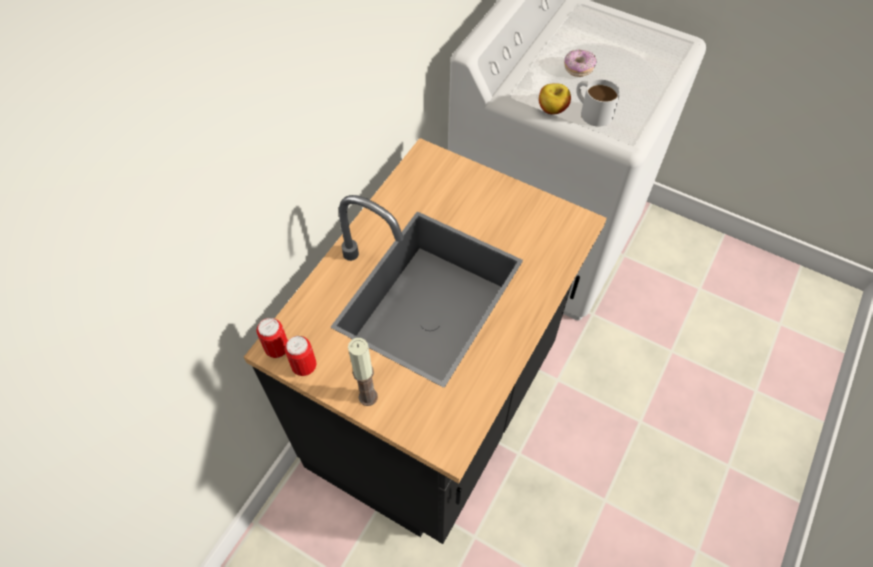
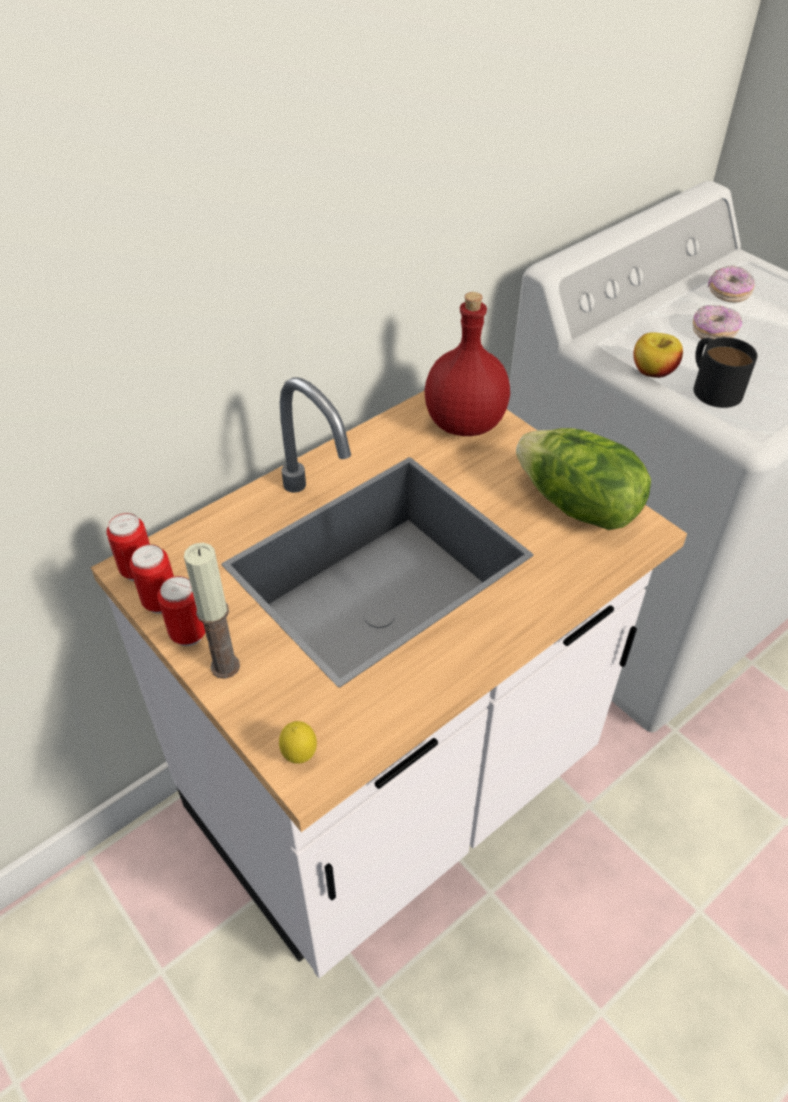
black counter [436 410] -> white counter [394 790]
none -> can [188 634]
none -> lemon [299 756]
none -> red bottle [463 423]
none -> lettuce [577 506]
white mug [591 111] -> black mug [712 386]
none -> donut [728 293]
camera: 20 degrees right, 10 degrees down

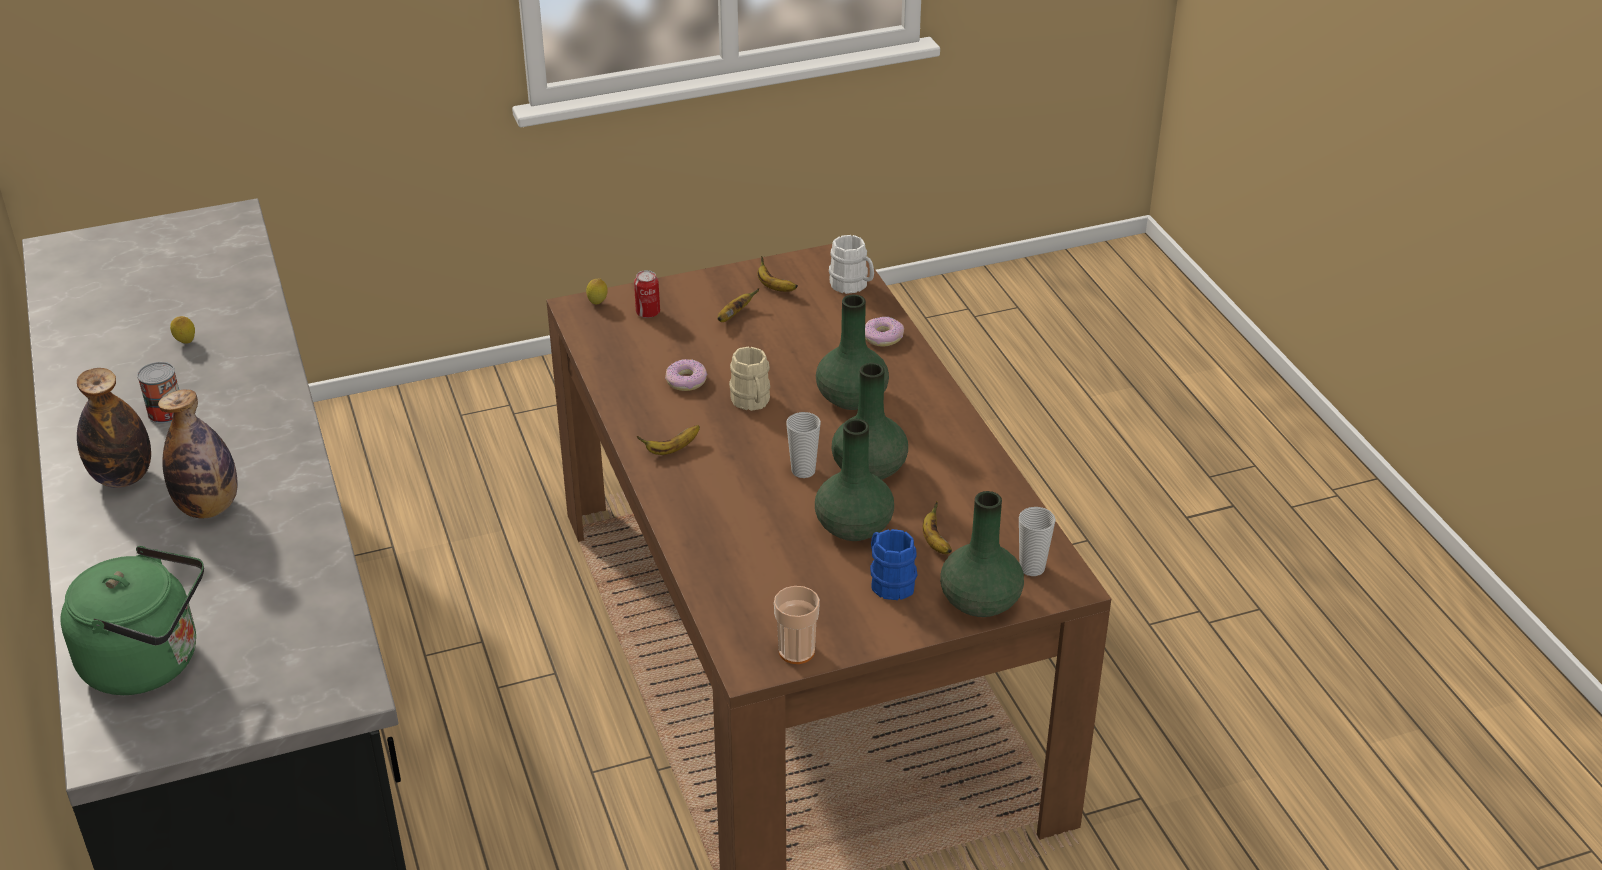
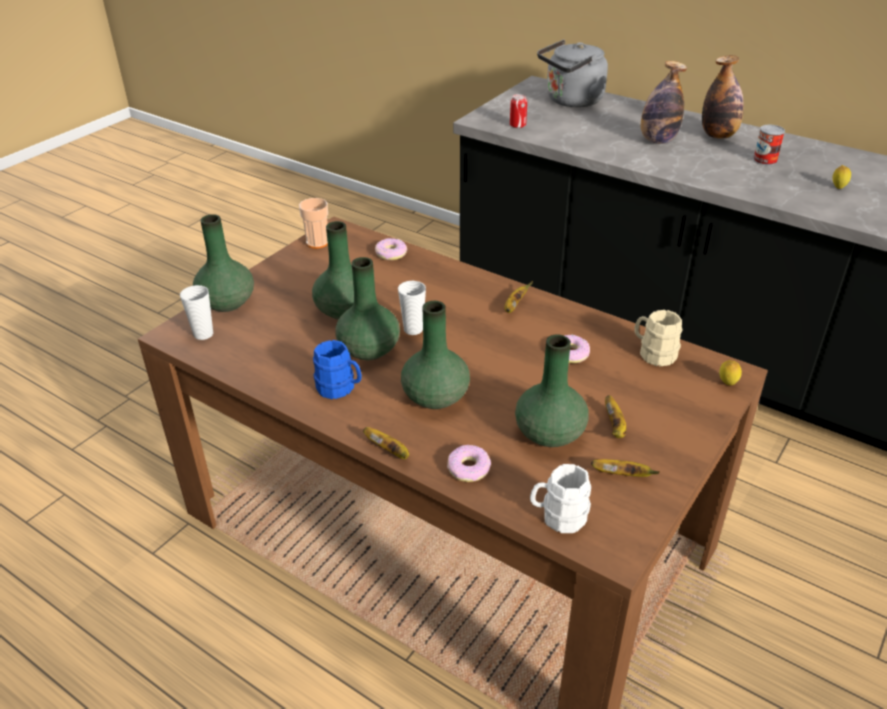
blue mug [889 581] -> blue mug [340 389], shifted
banana [935 542] -> banana [389 451], shifted
none -> donut [391 254]
can [648 312] -> can [517 125], shifted
none -> green vase [550 433]
green kettle [149 662] -> grey kettle [571 101]
beige mug [751 402] -> beige mug [653 354], shifted
camera: 145 degrees right, 0 degrees up

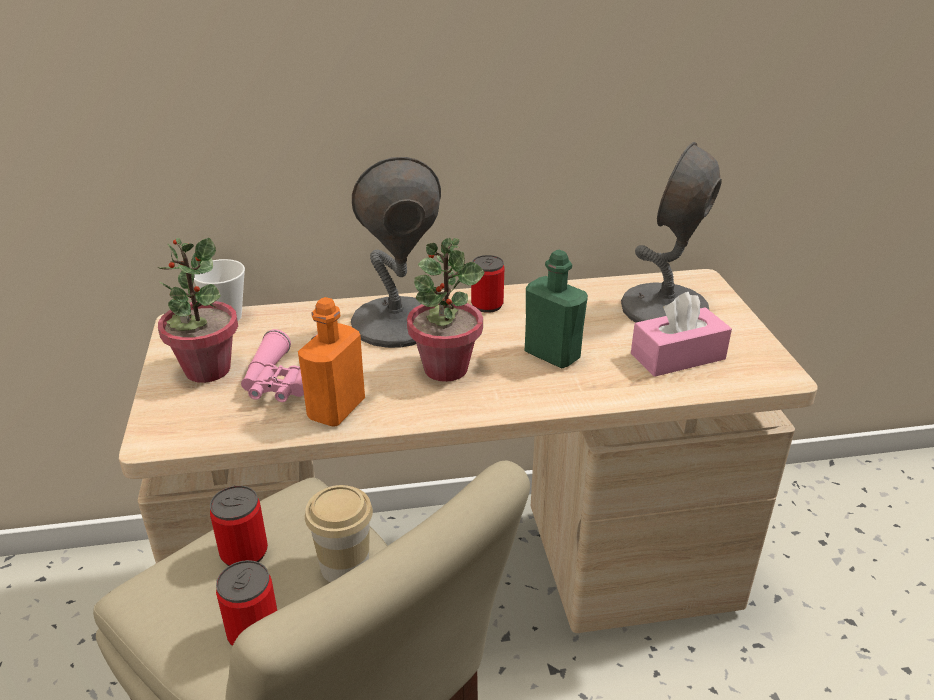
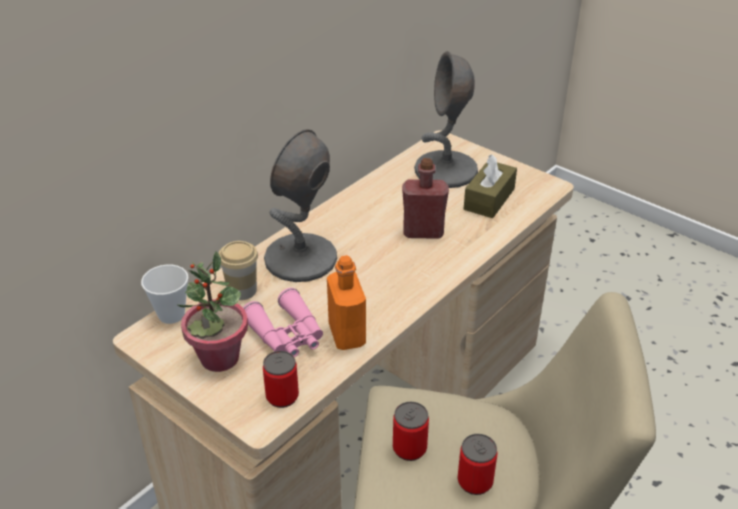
cup [344 566] -> cup [242 290], shifted
can [487 305] -> can [282 396], shifted
green bottle [552 355] -> red bottle [423 232]
pink tissue box [677 356] -> brown tissue box [489 199]
potted plant [445 368] -> none
camera: 40 degrees left, 5 degrees up

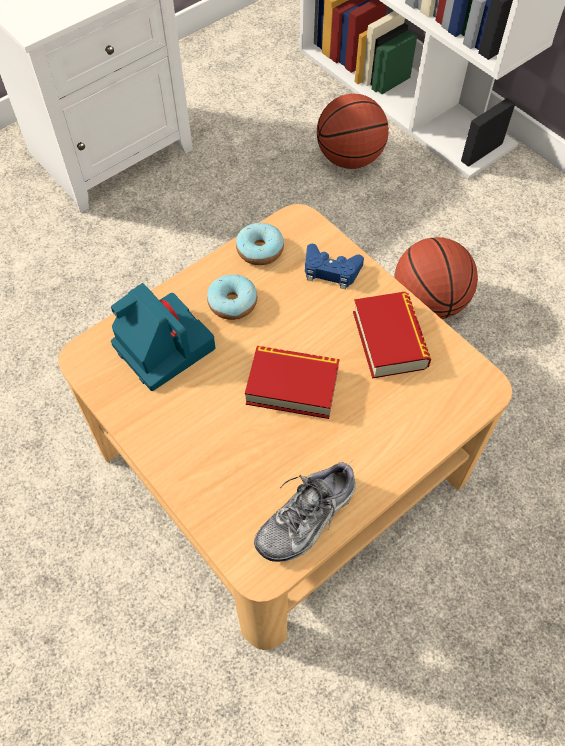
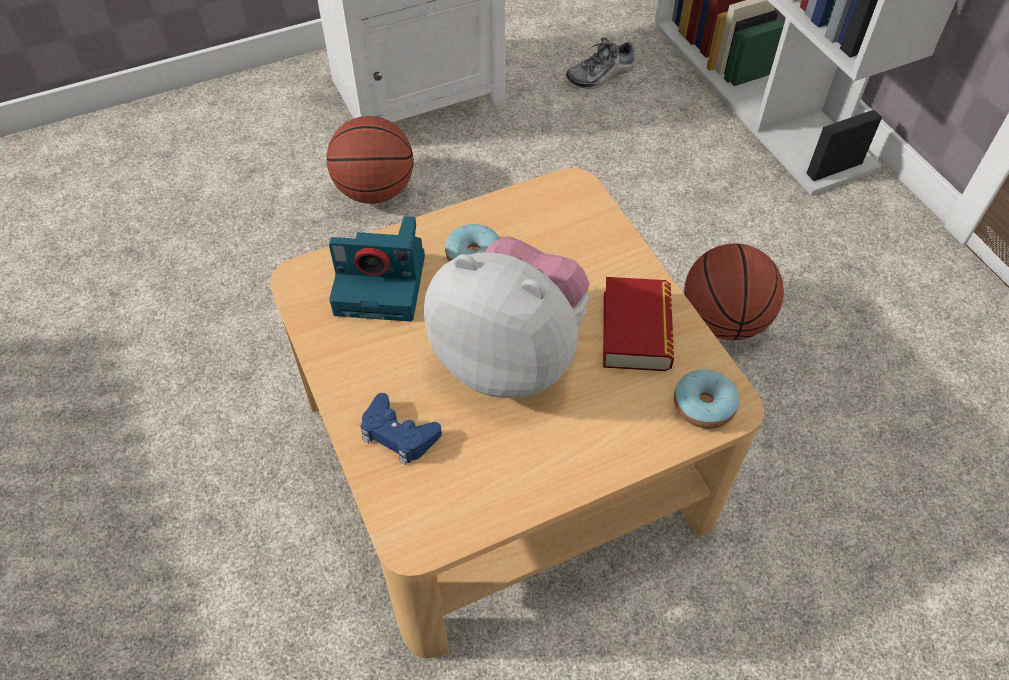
basketball [349 158] -> basketball [375 191], shifted
photo camera [161 345] -> photo camera [383 284], 120 degrees clockwise
blue game controller [331 270] -> blue game controller [398 434], shifted
book [292 386] -> plush toy [510 356]
shoe [307 517] -> shoe [600 75], shifted
donut [260 250] -> donut [703 405], shifted
camera: 15 degrees right, 5 degrees down

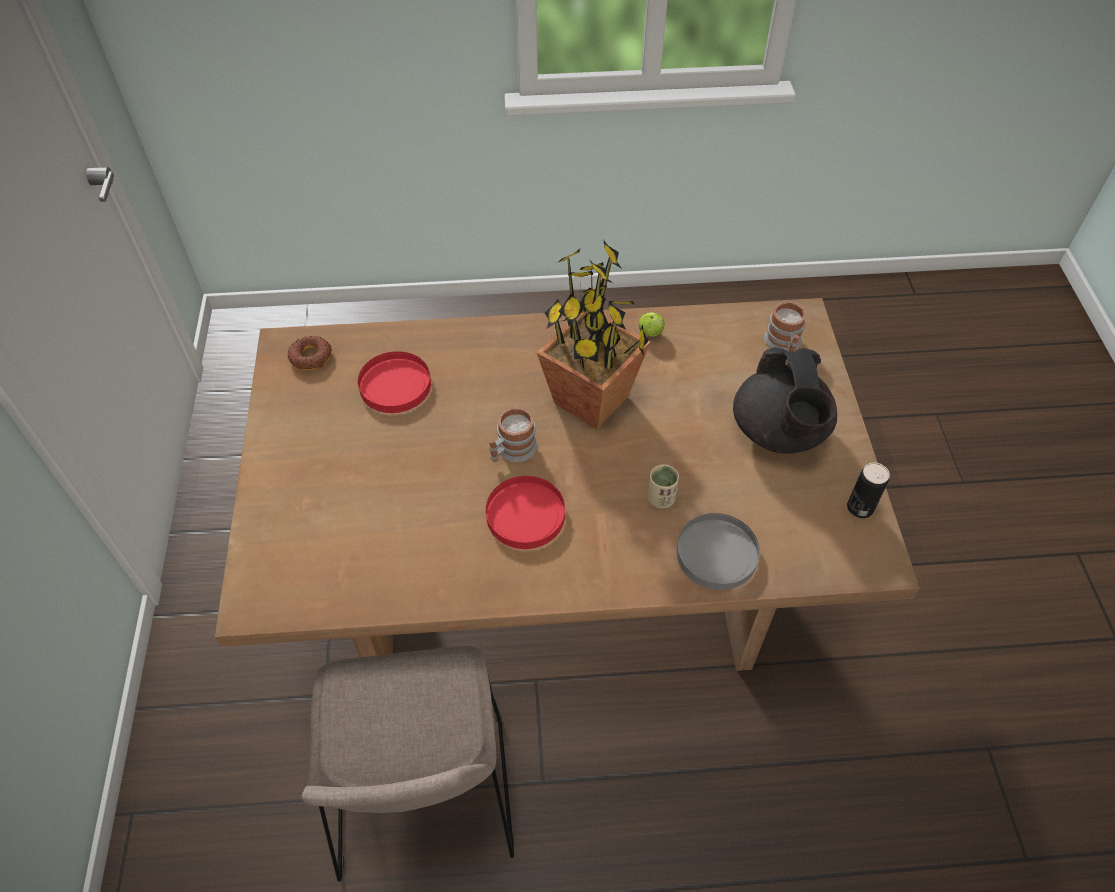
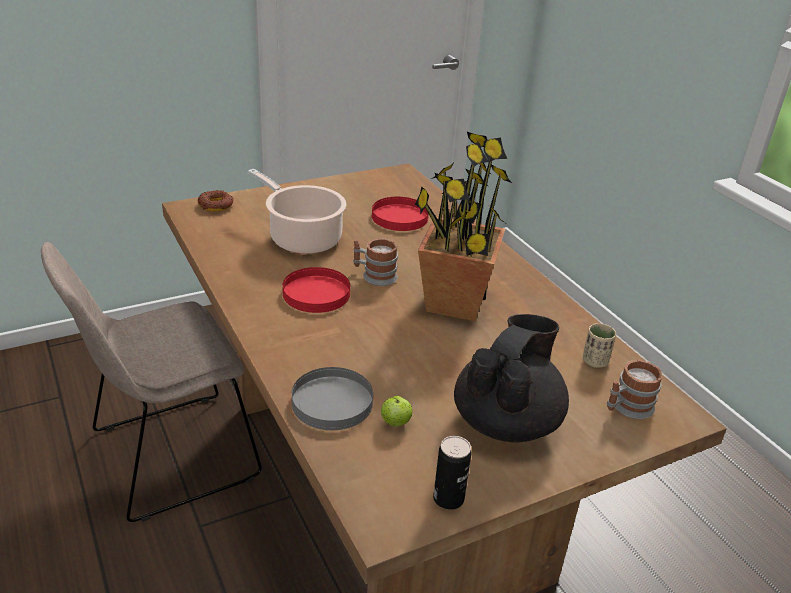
donut [311 357] -> donut [216 205], shifted
none -> cooking pot [302 238]
apple [650 333] -> apple [395 423], shifted
black teapot [779 432] -> black teapot [506 421], 150 degrees clockwise
beige cup [661 498] -> beige cup [594 361], shifted
camera: 65 degrees right, 20 degrees down

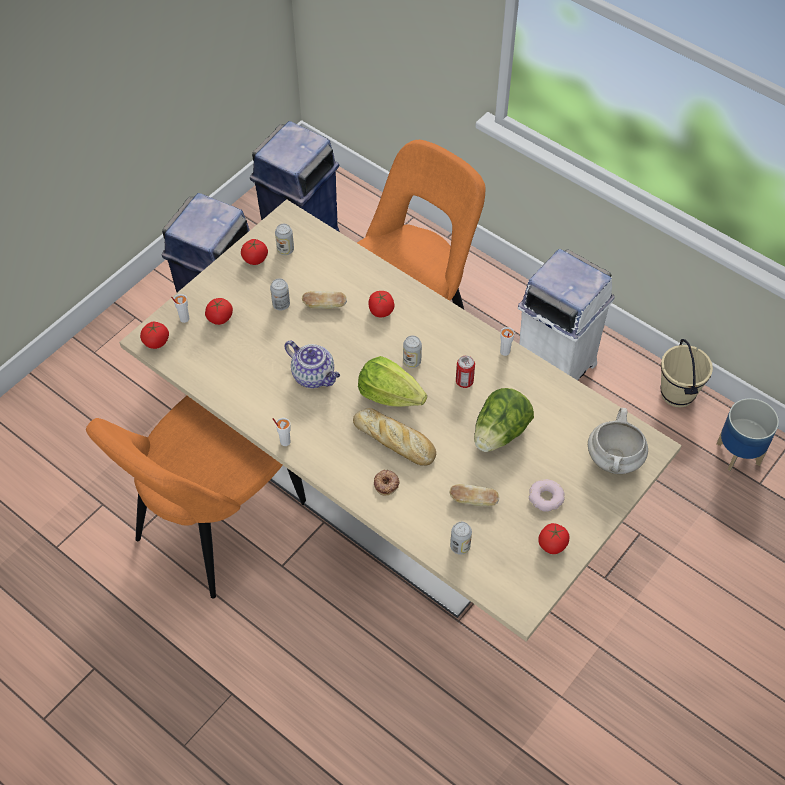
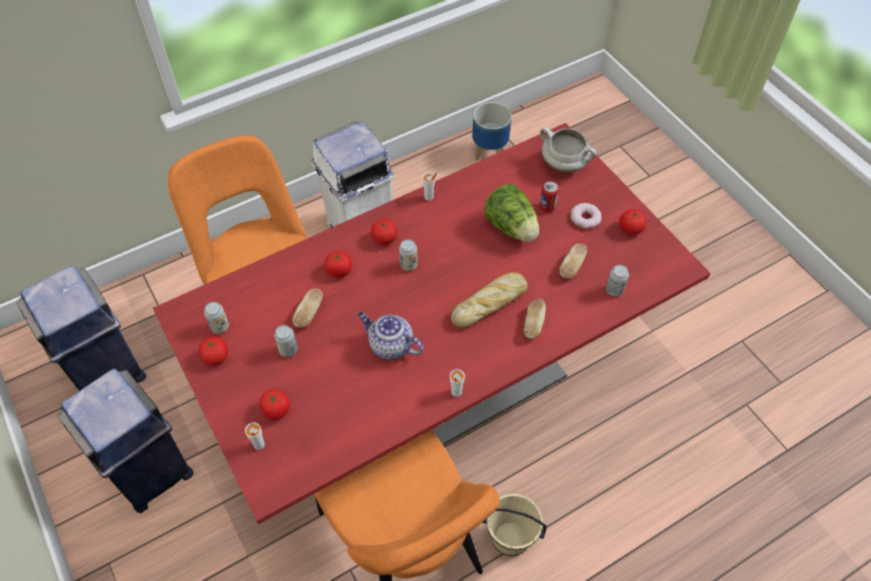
beige dining table [392 498] -> red dining table [435 388]
teapot [314 376] -> teapot [390 346], 120 degrees counterclockwise
tomato [156 342] -> tomato [384 238], shifted
beige bucket [678 394] -> beige bucket [510 538], shifted
donut [386 483] -> bread [533 324]
can [464 381] -> can [547 207], shifted
lettuce [389 395] -> none
camera: 70 degrees left, 0 degrees up

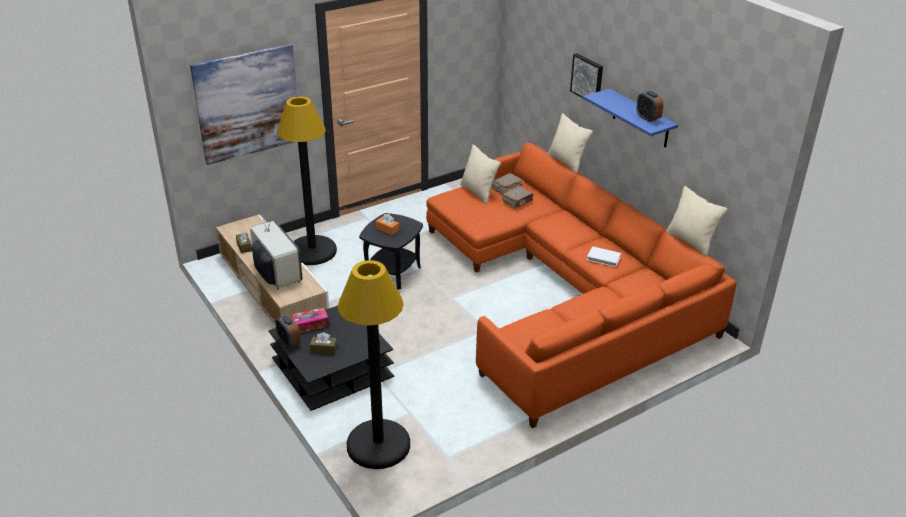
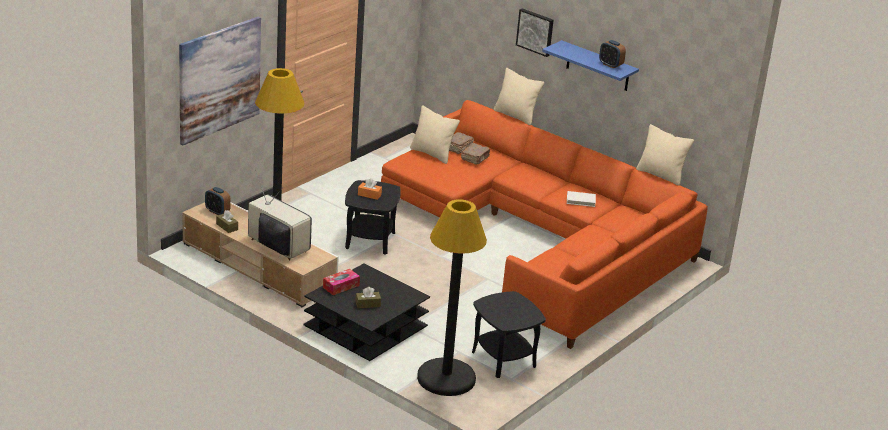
alarm clock [289 342] -> alarm clock [217 212], shifted
none -> black side table [504 359]
camera: 20 degrees left, 5 degrees down

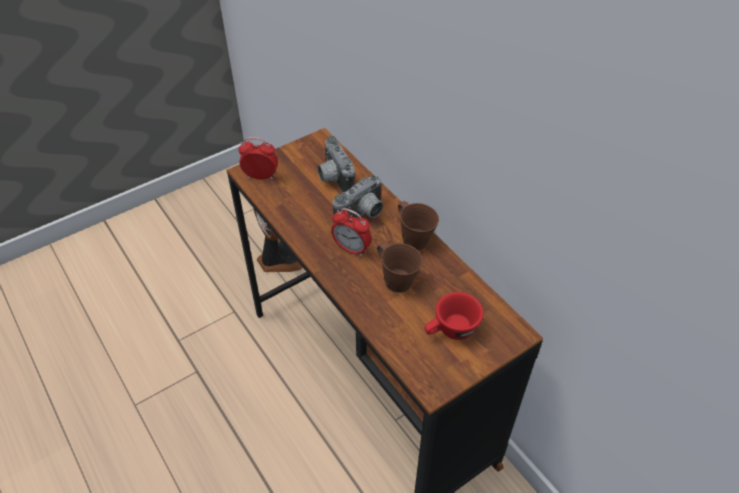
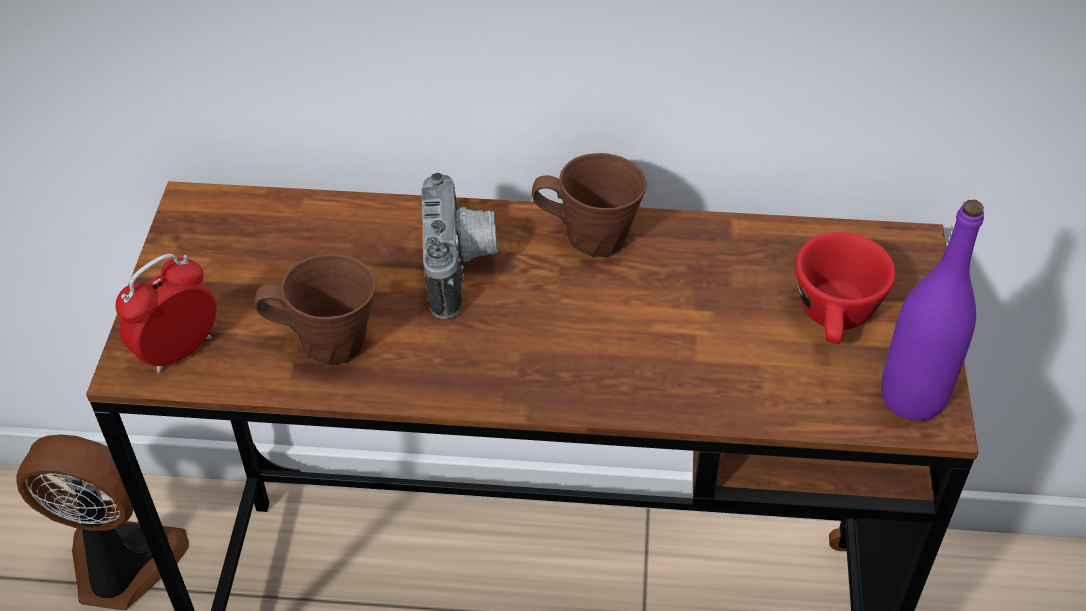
brown mug [397 280] -> brown mug [329 341], shifted
none -> purple bottle [912 397]
photo camera [333 178] -> none
alarm clock [351 249] -> none
camera: 50 degrees left, 0 degrees up

